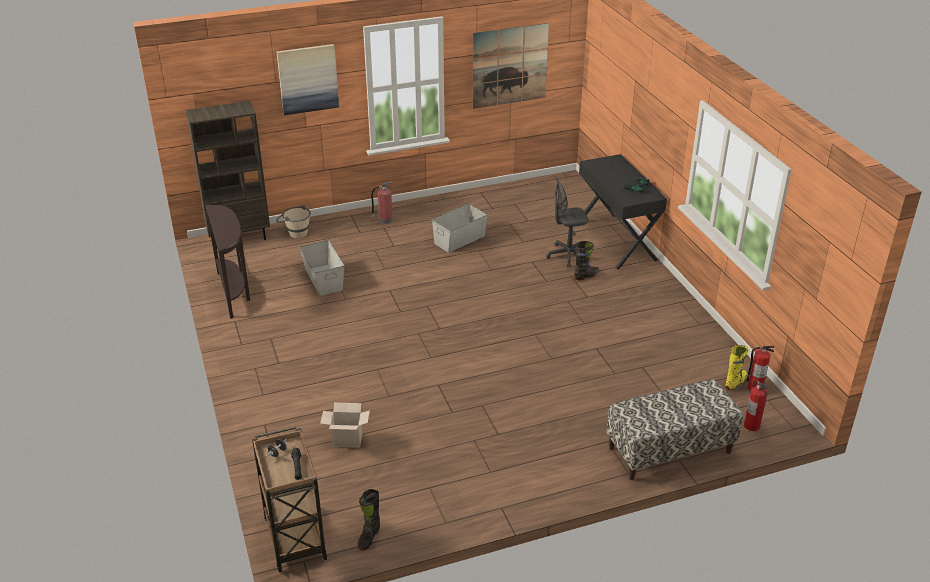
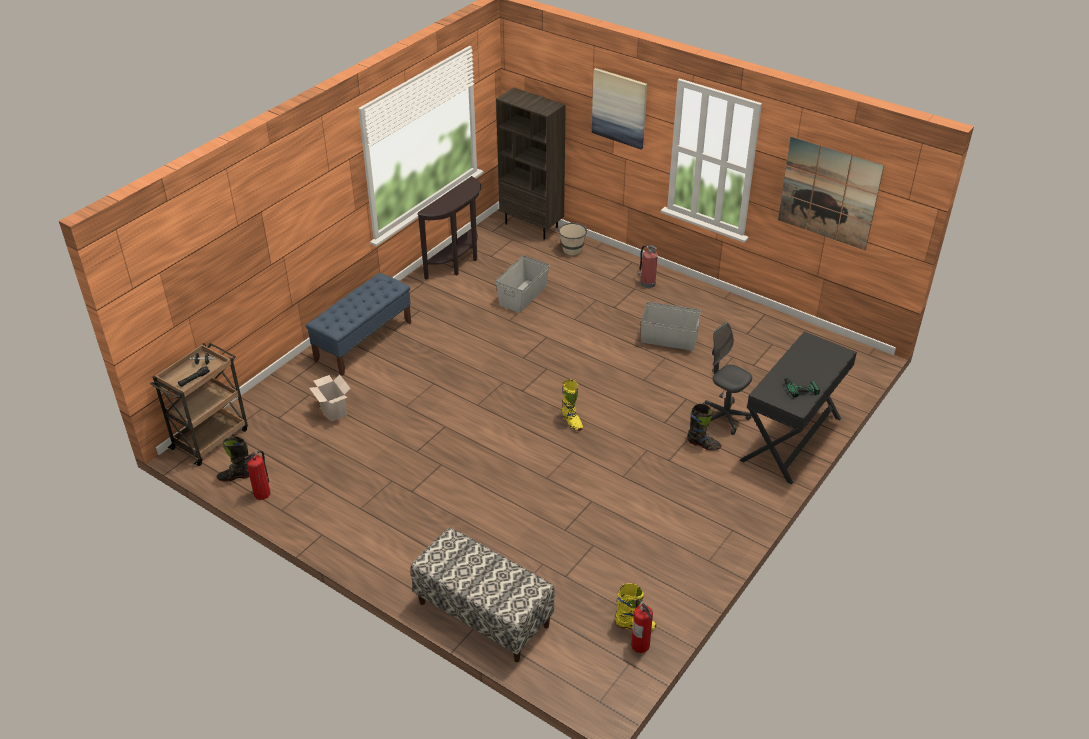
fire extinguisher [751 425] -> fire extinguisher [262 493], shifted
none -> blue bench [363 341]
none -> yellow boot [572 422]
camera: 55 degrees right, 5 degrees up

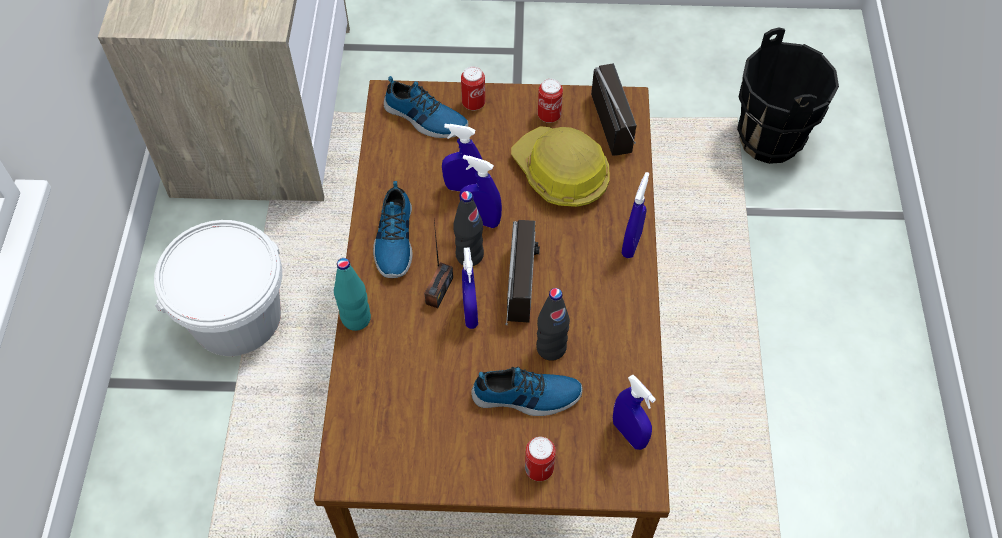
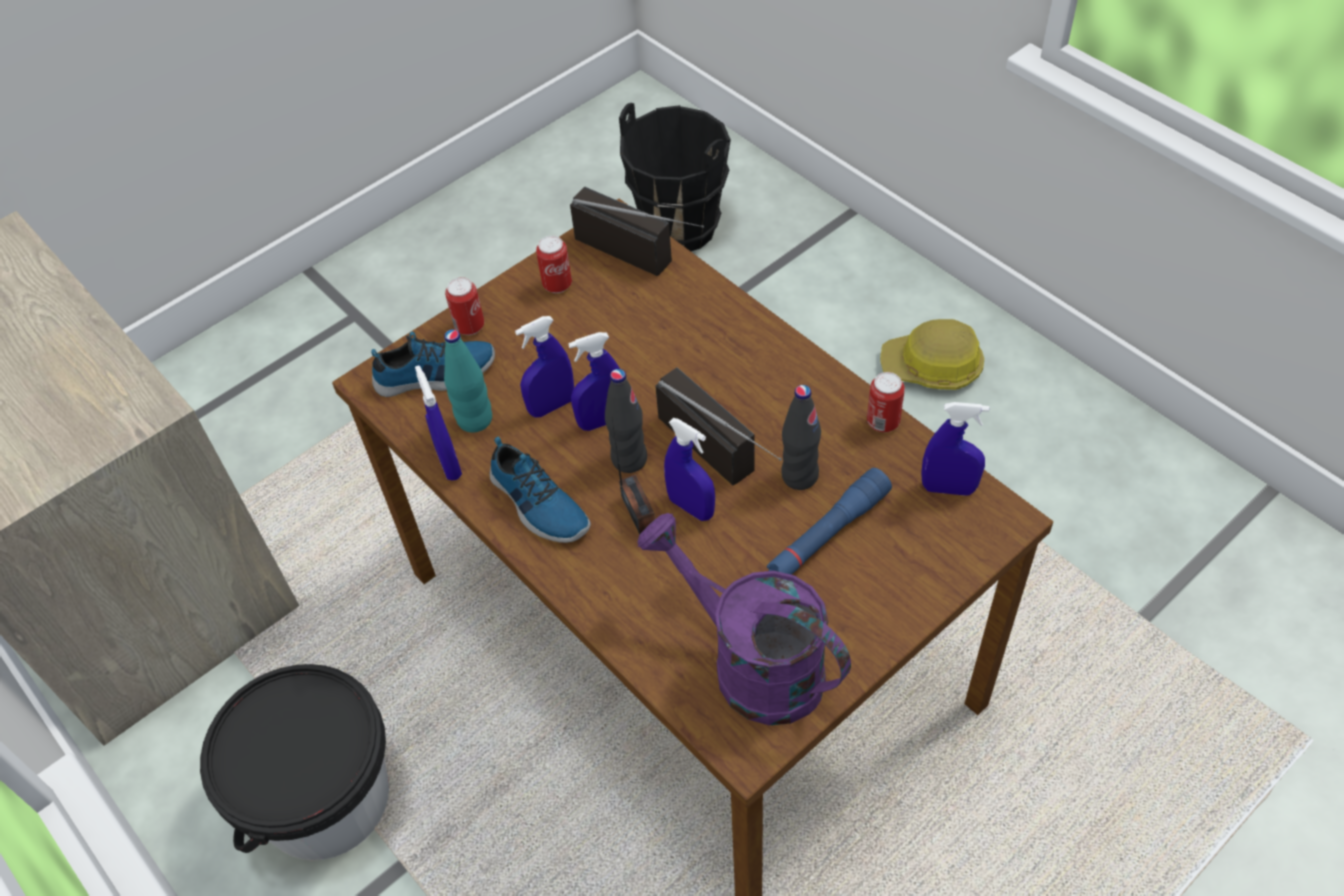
white bucket [236 317] -> black bucket [325 798]
blue spray bottle [631 244] -> blue spray bottle [449 463], shifted
turquoise bottle [356 319] -> turquoise bottle [475 420], shifted
none -> purple watering can [751 663]
shoe [526 396] -> blue flashlight [828 534]
can [539 469] -> can [883 422], shifted
hard hat [560 174] -> hard hat [932 367], shifted
camera: 40 degrees left, 5 degrees down

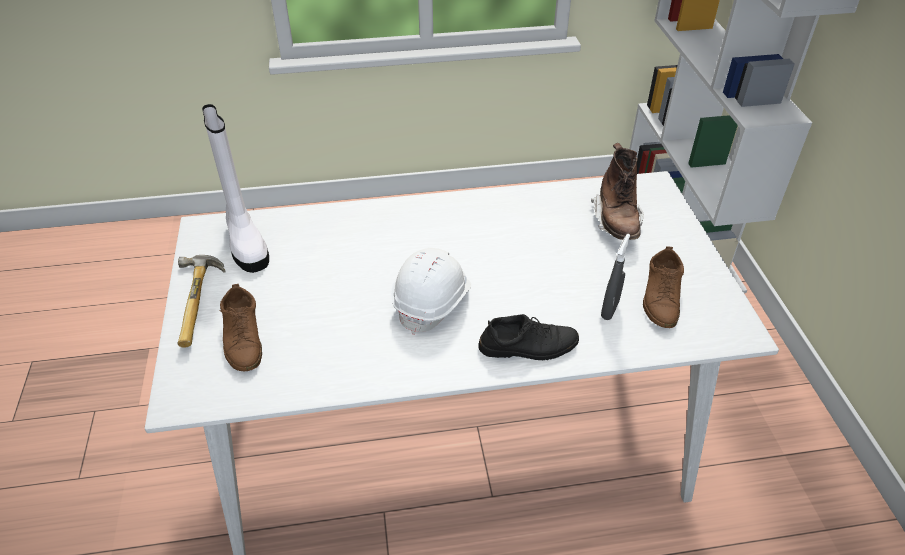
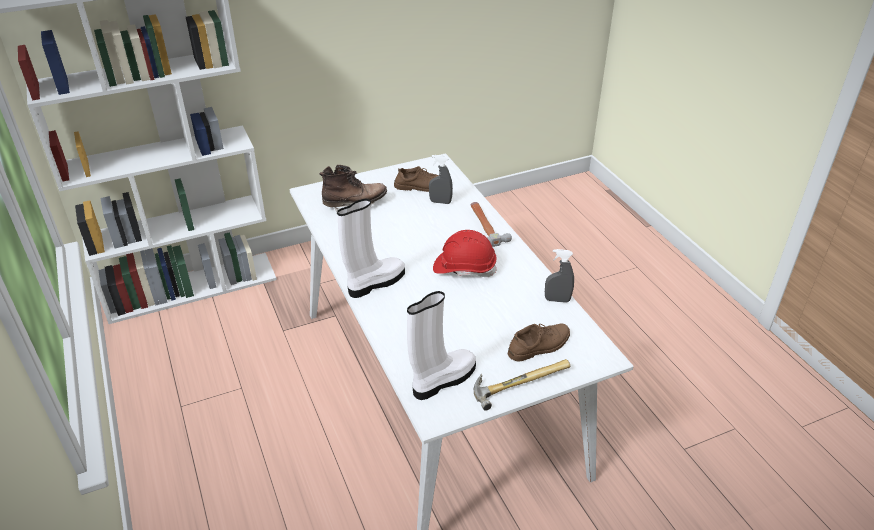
none -> white boot [375 283]
white hard hat [433 301] -> red hard hat [464 268]
black shoe [528 346] -> hammer [483 226]
none -> grey spray bottle [557 300]
camera: 105 degrees left, 5 degrees down

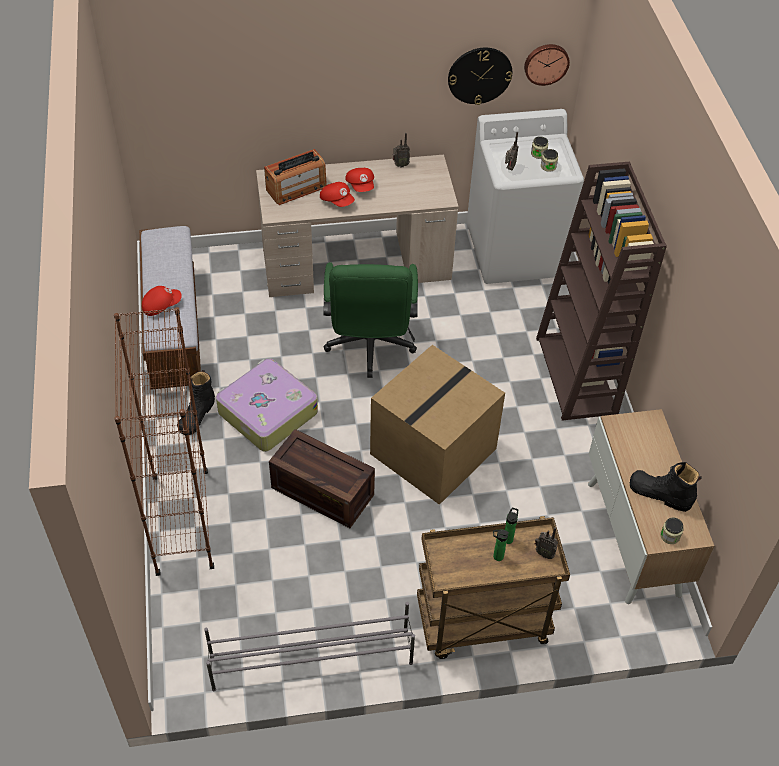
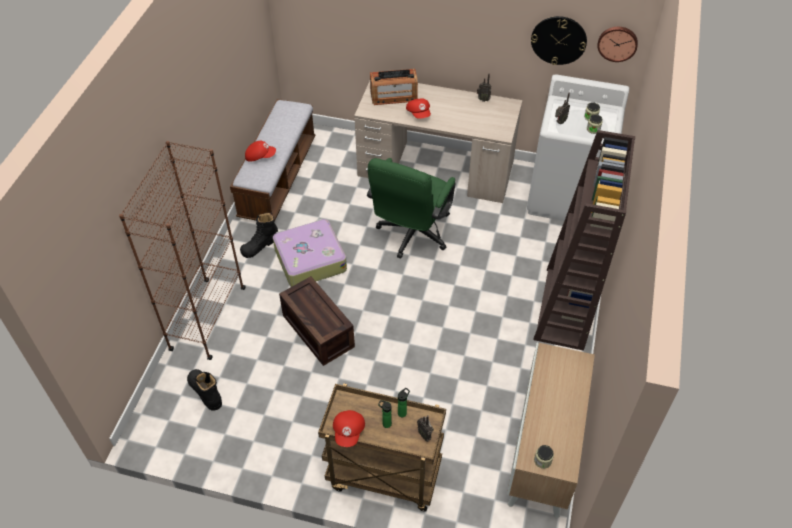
black boot [660 494] -> black boot [205 392], shifted
red cap [361 185] -> red cap [349 431], shifted
grey shoe rack [310 659] -> none
cardboard box [433 453] -> none
camera: 25 degrees right, 0 degrees up

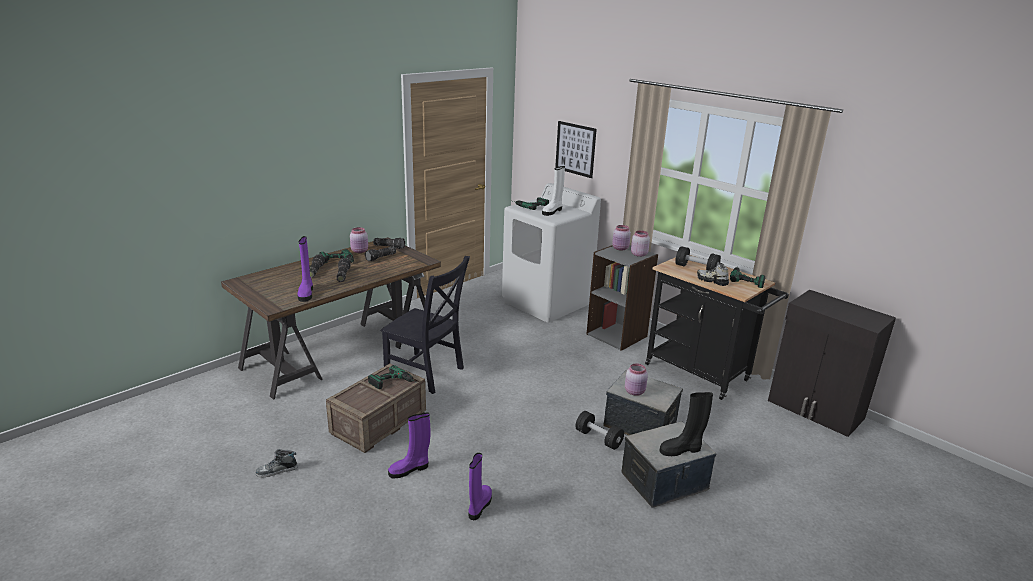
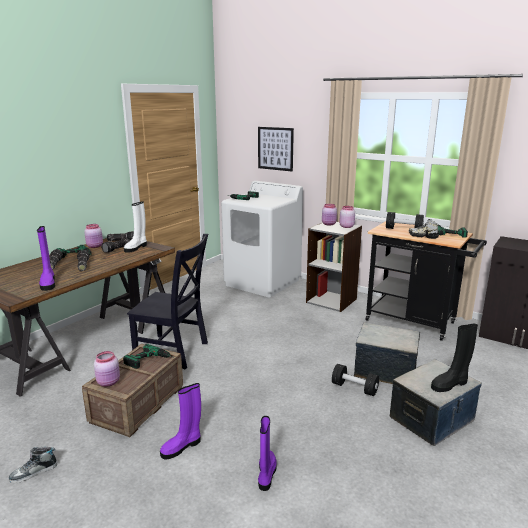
pink jar [635 392] -> pink jar [109 382], shifted
white boot [552 211] -> white boot [136 248], shifted
camera: 10 degrees left, 5 degrees down

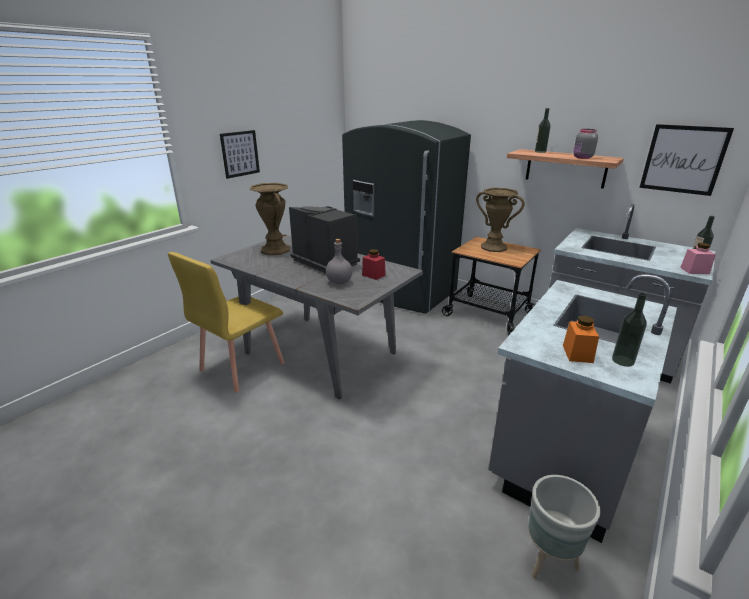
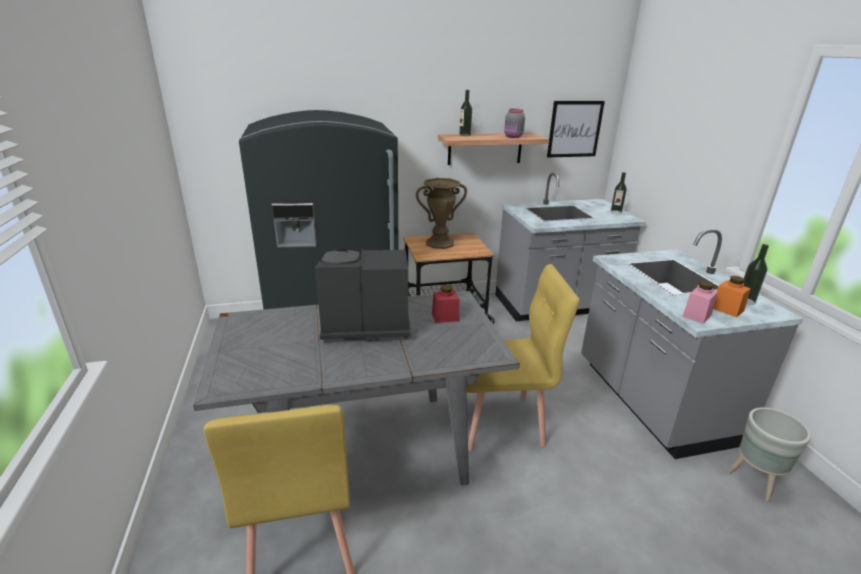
none -> yellow chair [500 422]
pink jar [694 270] -> pink jar [696 315], shifted
picture [240 154] -> none
brown vase [275 250] -> none
grey bottle [339 282] -> none
camera: 50 degrees left, 0 degrees up

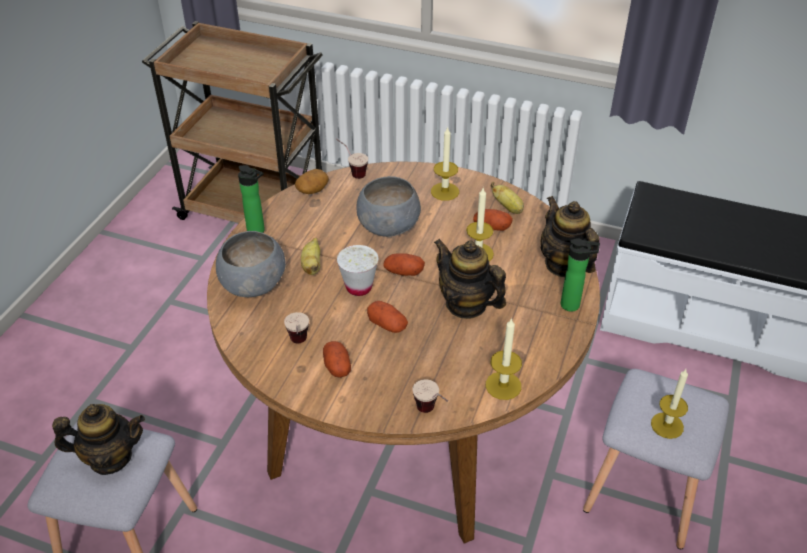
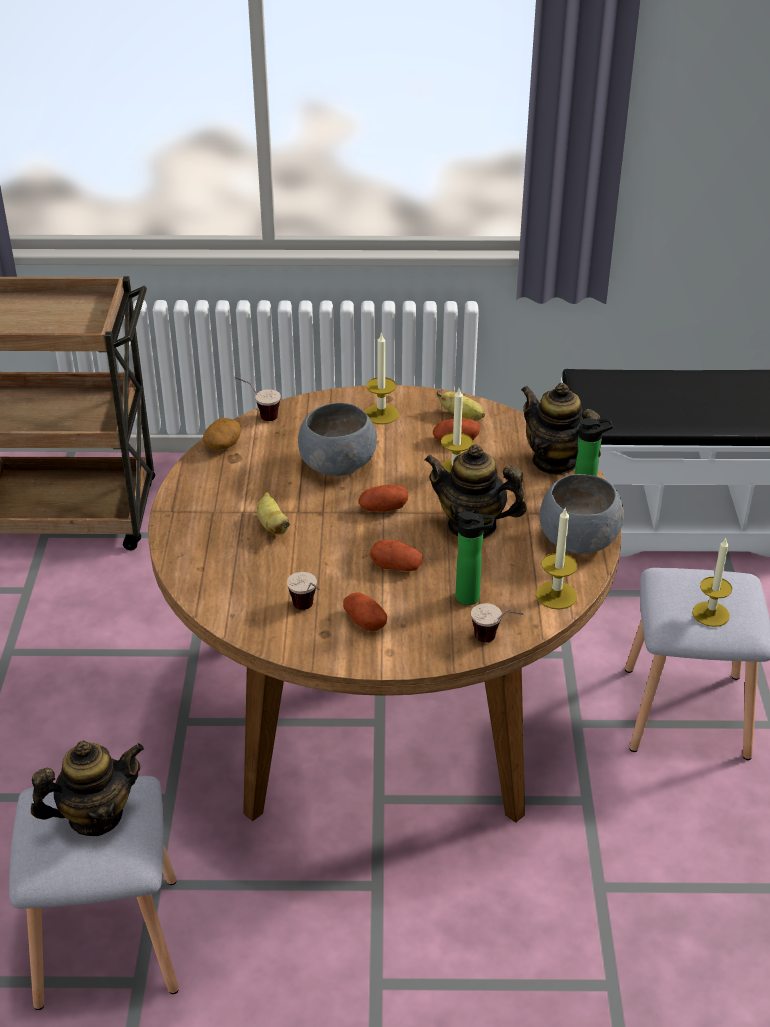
bottle [258 231] -> bottle [471 598], shifted
grey bowl [252 284] -> grey bowl [577 541], shifted
white cup [359 287] -> none
camera: 20 degrees left, 5 degrees down

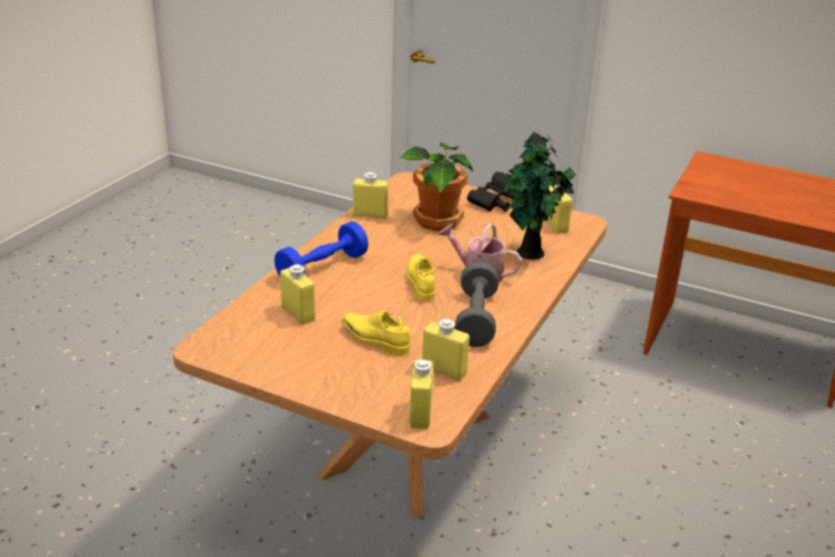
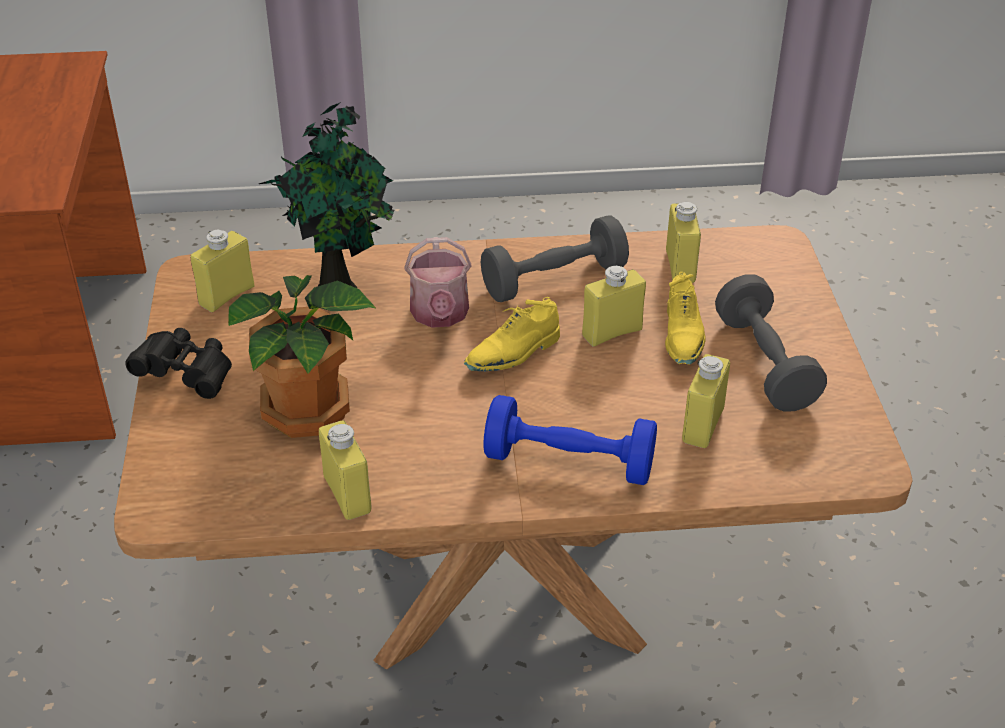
yellow bottle [420 413] -> yellow bottle [612 332], shifted
none -> grey dumbbell [765 363]
camera: 120 degrees left, 10 degrees up

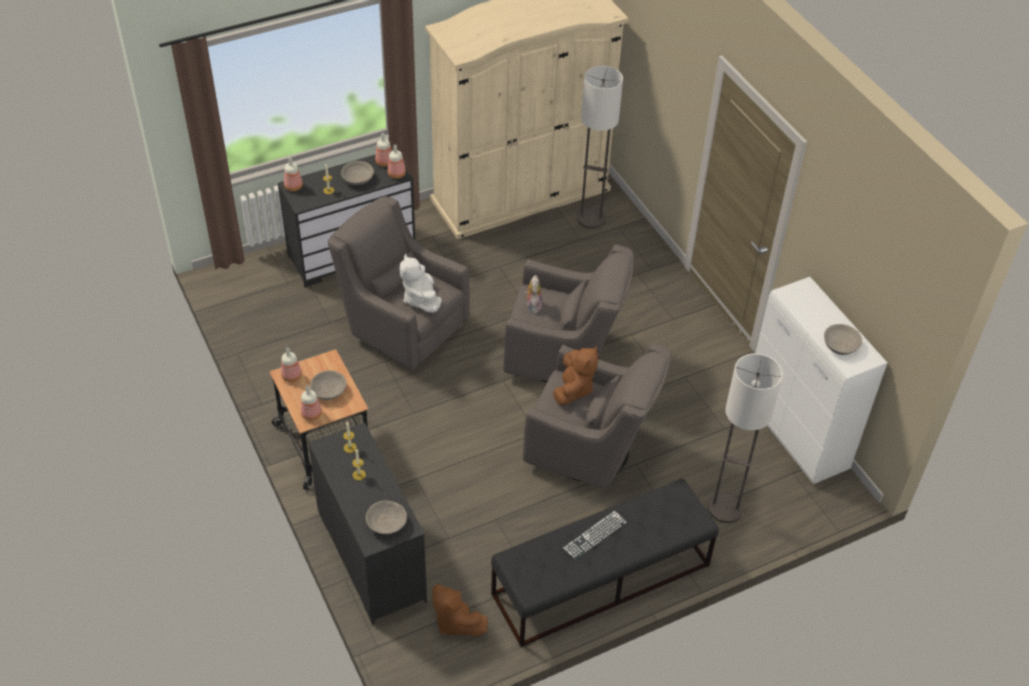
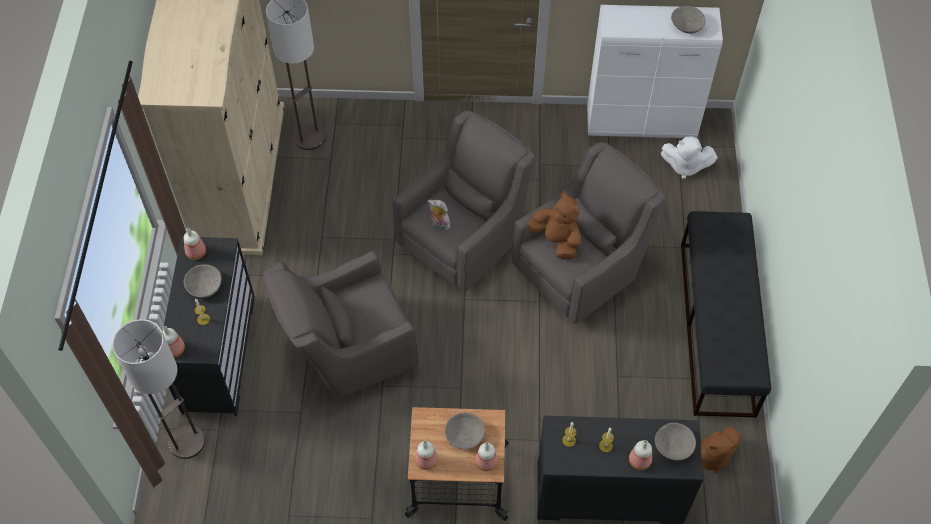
floor lamp [724 508] -> floor lamp [187 442], shifted
bottle [397 174] -> bottle [639 460], shifted
white plush toy [421 299] -> white plush toy [685 166], shifted
keyboard [595 535] -> none
camera: 60 degrees left, 10 degrees up

